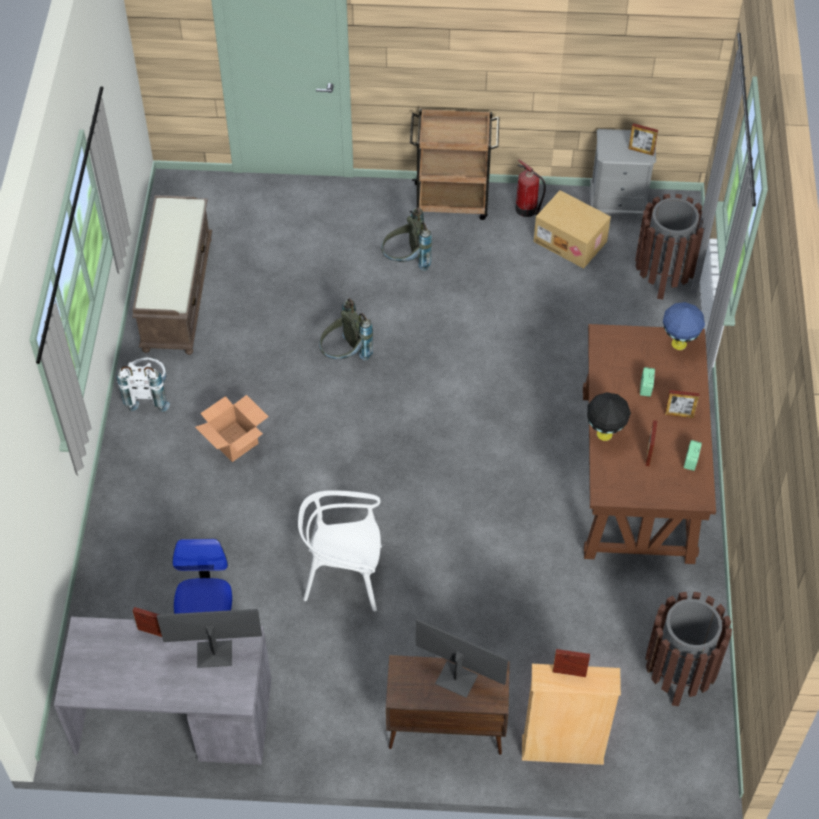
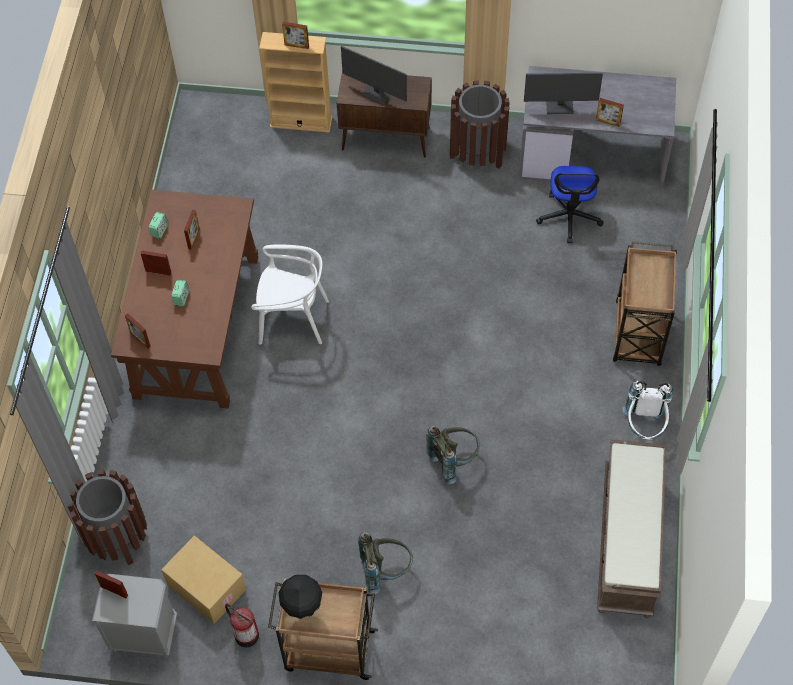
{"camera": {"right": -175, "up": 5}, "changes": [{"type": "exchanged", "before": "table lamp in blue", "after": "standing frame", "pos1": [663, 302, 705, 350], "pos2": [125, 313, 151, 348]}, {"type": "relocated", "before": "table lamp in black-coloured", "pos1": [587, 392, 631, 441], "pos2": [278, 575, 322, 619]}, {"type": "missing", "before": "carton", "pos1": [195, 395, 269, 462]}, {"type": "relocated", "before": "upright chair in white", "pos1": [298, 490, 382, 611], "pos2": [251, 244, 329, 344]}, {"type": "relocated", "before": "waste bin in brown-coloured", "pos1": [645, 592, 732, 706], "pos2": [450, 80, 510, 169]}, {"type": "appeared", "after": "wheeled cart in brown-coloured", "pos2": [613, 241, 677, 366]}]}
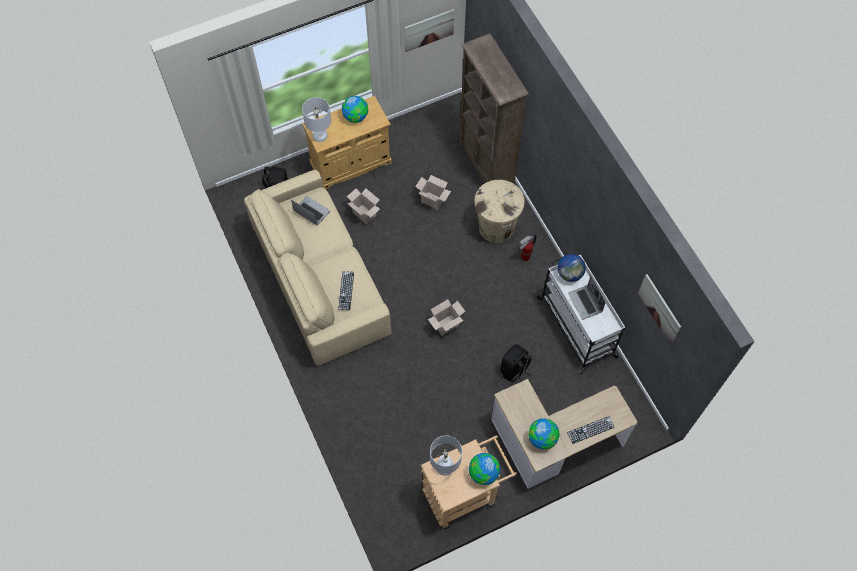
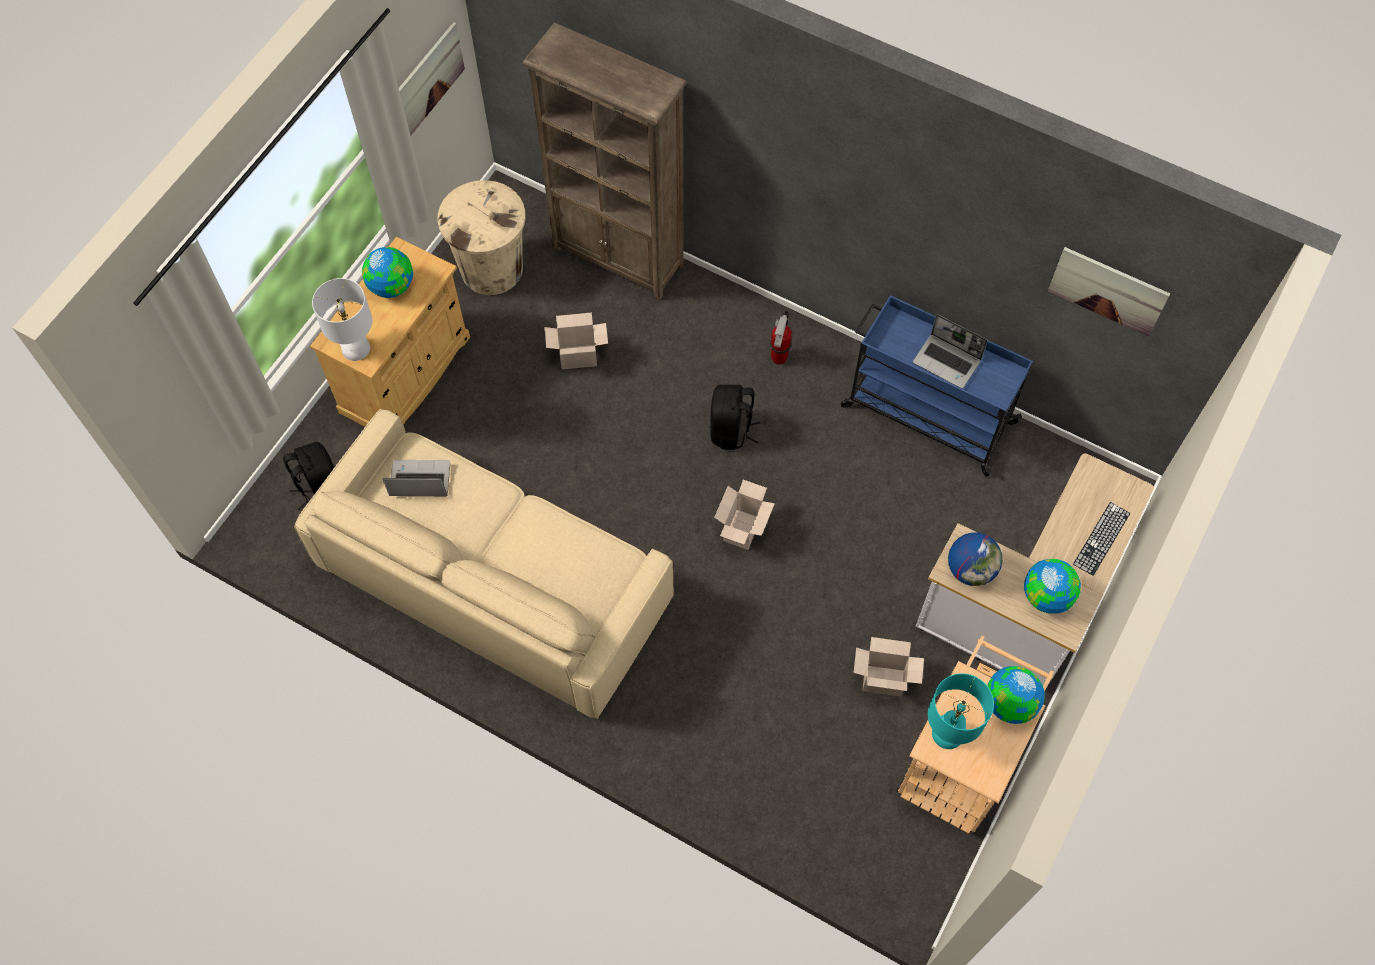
{"camera": {"right": -35, "up": 0}, "changes": [{"type": "relocated", "before": "waste bin in sand-coloured", "pos1": [475, 180, 525, 243], "pos2": [437, 180, 526, 295]}, {"type": "relocated", "before": "carton", "pos1": [347, 188, 380, 224], "pos2": [854, 637, 924, 697]}, {"type": "relocated", "before": "world globe", "pos1": [558, 254, 586, 282], "pos2": [948, 532, 1003, 586]}, {"type": "colour", "before": "wheeled cart in white", "after": "wheeled cart in blue", "pos1": [537, 255, 625, 374], "pos2": [841, 295, 1033, 477]}, {"type": "missing", "before": "PC keyboard", "pos1": [338, 271, 354, 310]}, {"type": "relocated", "before": "knapsack in black-coloured", "pos1": [500, 344, 532, 382], "pos2": [710, 385, 760, 450]}, {"type": "colour", "before": "table lamp in white", "after": "table lamp in blue-green", "pos1": [430, 435, 462, 476], "pos2": [928, 673, 994, 749]}]}
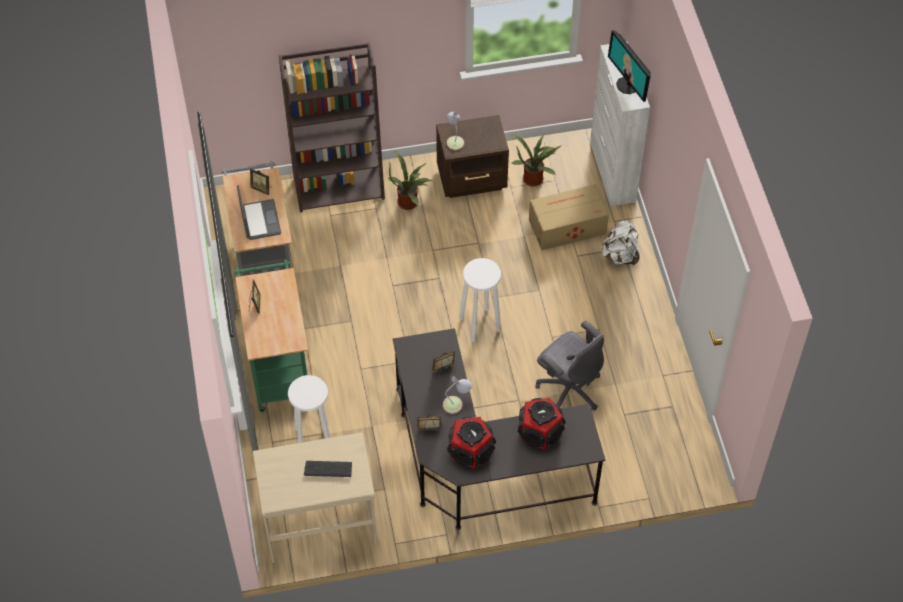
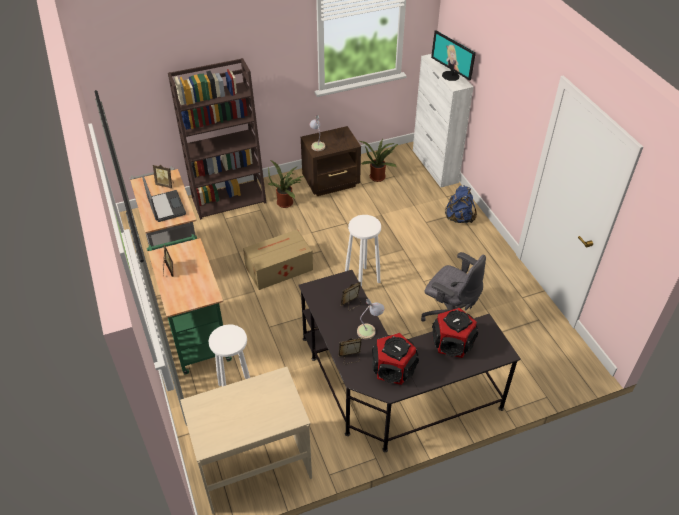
{"camera": {"right": -10, "up": -10}, "changes": [{"type": "relocated", "before": "carton", "pos1": [529, 184, 609, 250], "pos2": [243, 229, 313, 290]}, {"type": "colour", "before": "knapsack in white", "after": "knapsack in blue", "pos1": [601, 220, 639, 265], "pos2": [445, 185, 477, 223]}, {"type": "missing", "before": "PC keyboard", "pos1": [304, 461, 352, 477]}]}
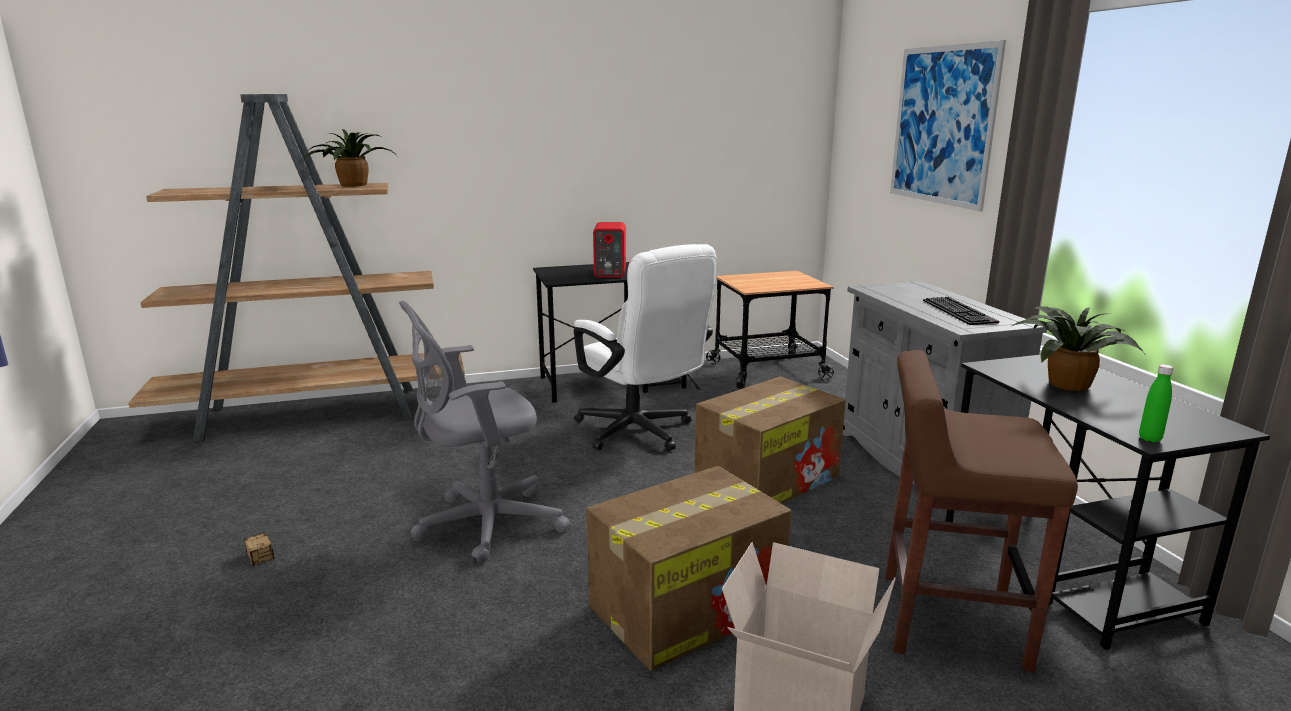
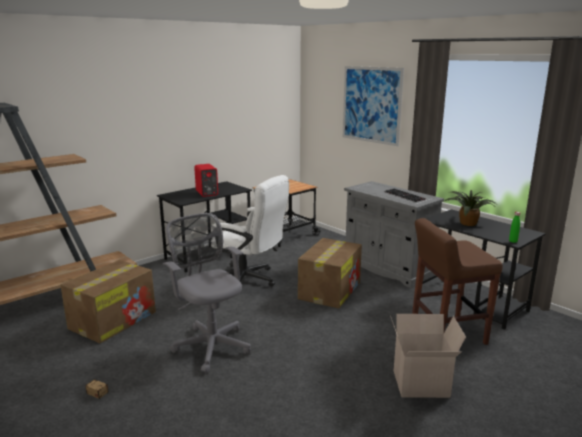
{"camera": {"right": -25, "up": 0}, "changes": [{"type": "missing", "before": "potted plant", "pos1": [303, 129, 398, 187]}, {"type": "spun", "before": "office chair in grey", "pos1": [399, 301, 570, 563], "pos2": [163, 213, 251, 374], "turn": 105}, {"type": "relocated", "before": "carton", "pos1": [586, 466, 792, 671], "pos2": [60, 260, 156, 343]}]}
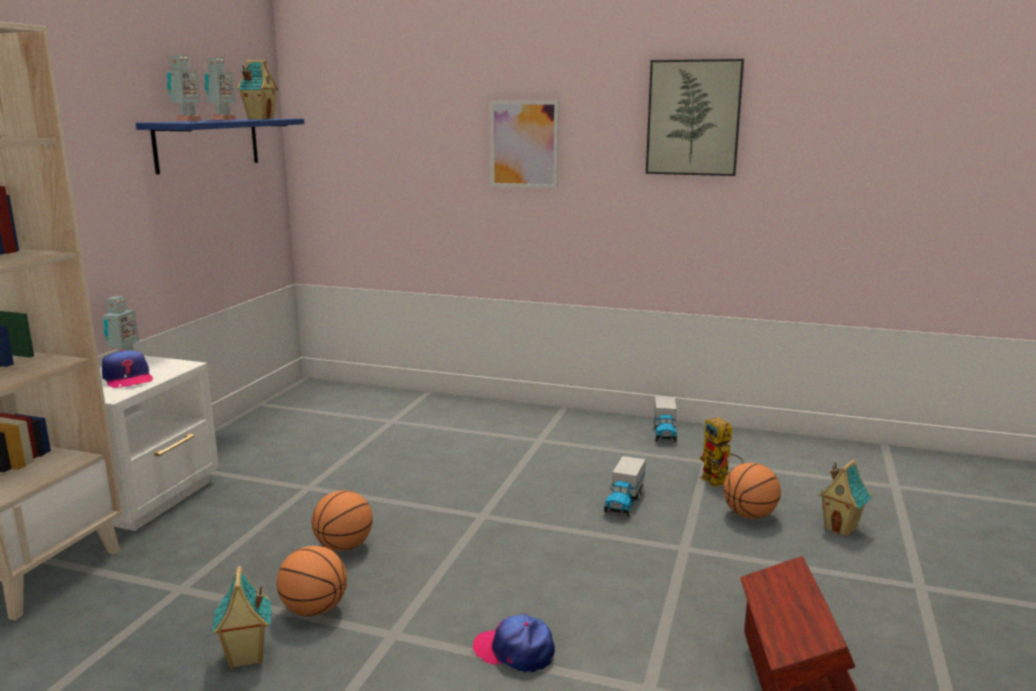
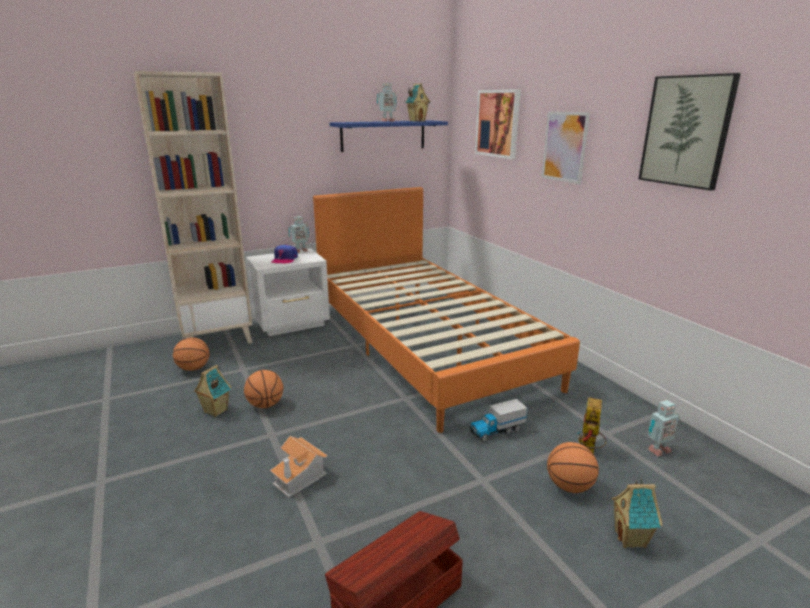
{"camera": {"right": 45, "up": 5}, "changes": [{"type": "relocated", "before": "robot figure", "pos1": [166, 55, 202, 121], "pos2": [647, 400, 680, 456]}, {"type": "missing", "before": "model truck", "pos1": [654, 396, 677, 442]}, {"type": "relocated", "before": "basketball", "pos1": [312, 490, 373, 551], "pos2": [173, 337, 210, 371]}, {"type": "exchanged", "before": "baseball cap", "after": "toy house", "pos1": [473, 614, 555, 673], "pos2": [270, 436, 328, 498]}, {"type": "appeared", "after": "picture", "pos2": [475, 89, 521, 159]}, {"type": "appeared", "after": "bedroom bed in orange-coloured", "pos2": [313, 187, 580, 433]}]}
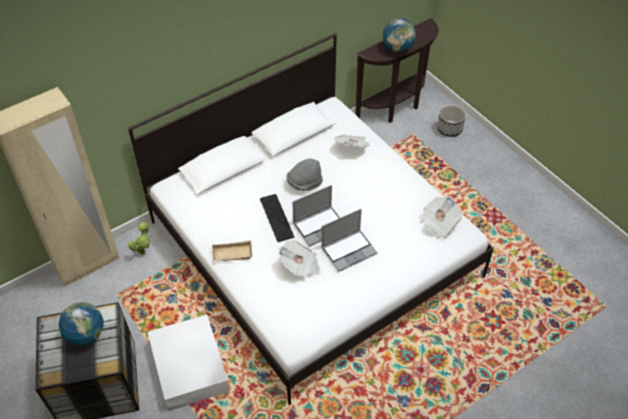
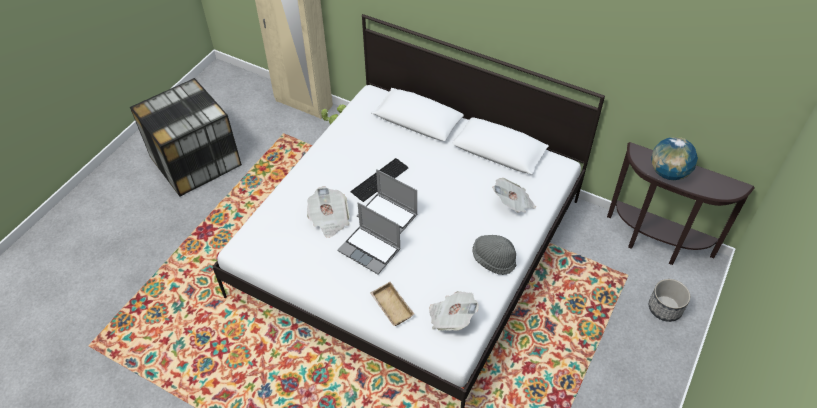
{"camera": {"right": 65, "up": 0}, "changes": [{"type": "relocated", "before": "clothing hat in grey", "pos1": [287, 158, 323, 191], "pos2": [472, 235, 517, 275]}, {"type": "relocated", "before": "tray in sand-coloured", "pos1": [212, 240, 252, 262], "pos2": [370, 282, 414, 326]}, {"type": "missing", "before": "world globe", "pos1": [59, 302, 104, 346]}, {"type": "missing", "before": "storage container in white", "pos1": [148, 315, 230, 411]}]}
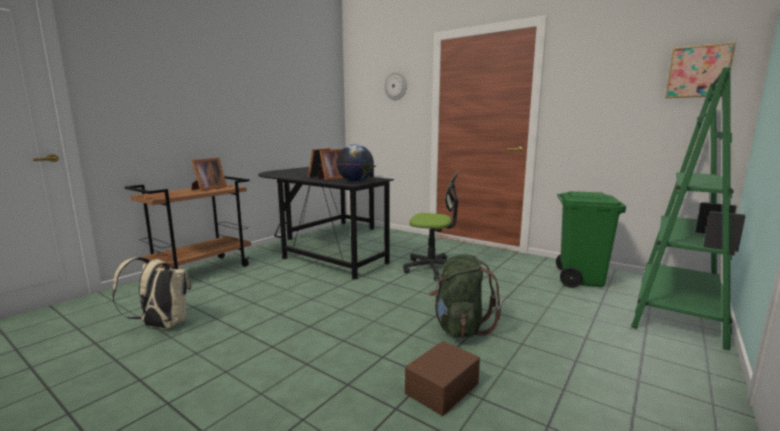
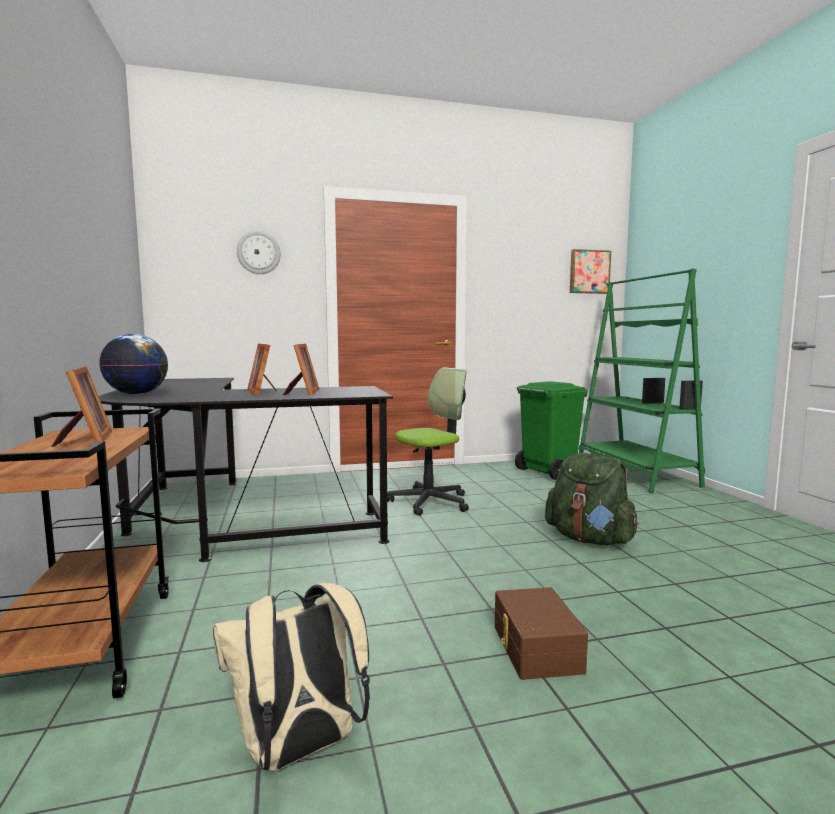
{"camera": {"right": -50, "up": -5}, "changes": [{"type": "relocated", "before": "world globe", "pos1": [336, 144, 374, 182], "pos2": [99, 334, 168, 394]}, {"type": "relocated", "before": "storage container in brown-coloured", "pos1": [405, 341, 480, 416], "pos2": [495, 587, 588, 680]}]}
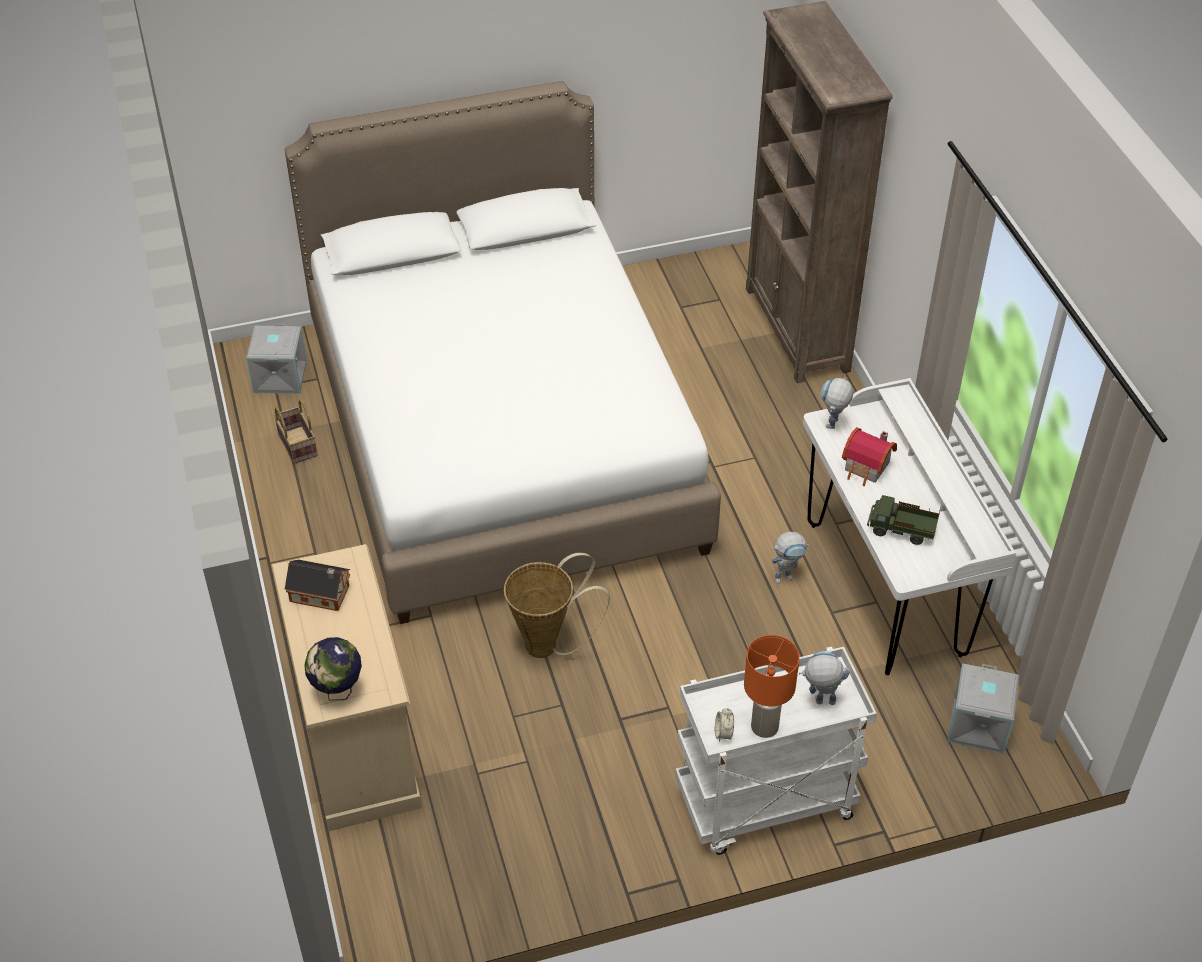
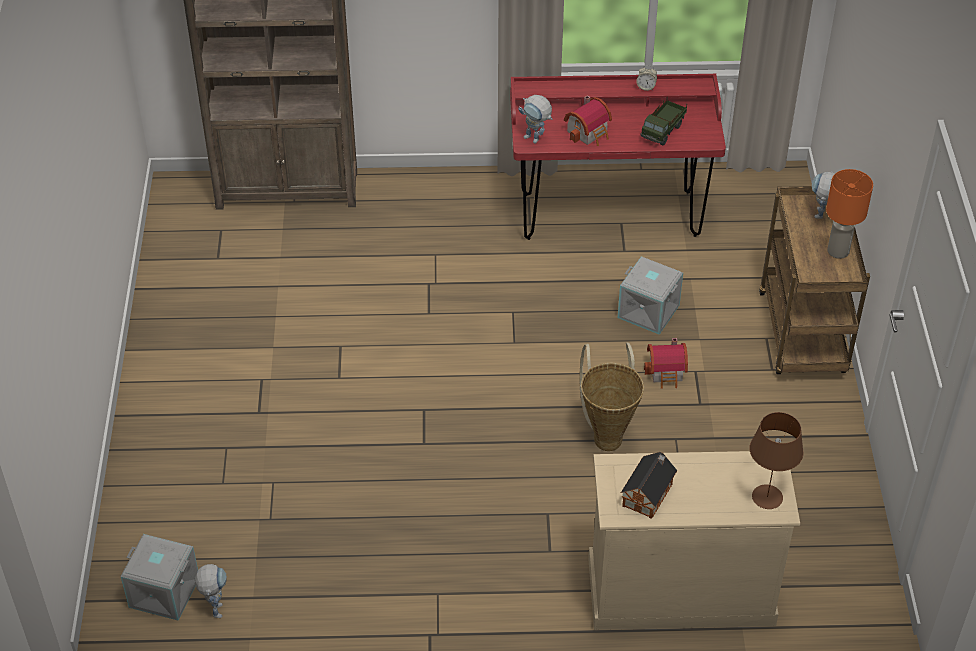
{"camera": {"right": -75, "up": 0}, "changes": [{"type": "missing", "before": "bedroom bed in white", "pos1": [285, 81, 721, 624]}, {"type": "colour", "before": "desk table in white", "after": "desk table in reddish", "pos1": [803, 378, 1016, 675], "pos2": [510, 73, 726, 240]}, {"type": "missing", "before": "storage basket", "pos1": [274, 400, 318, 464]}, {"type": "relocated", "before": "robot figure", "pos1": [772, 532, 809, 584], "pos2": [195, 564, 227, 618]}, {"type": "exchanged", "before": "world globe", "after": "table lamp in brown-coloured", "pos1": [304, 637, 362, 700], "pos2": [750, 412, 803, 509]}, {"type": "colour", "before": "wheeled cart in white", "after": "wheeled cart in brown-coloured", "pos1": [675, 647, 877, 855], "pos2": [759, 186, 870, 374]}, {"type": "relocated", "before": "storage container in grey", "pos1": [947, 663, 1019, 753], "pos2": [618, 256, 683, 335]}, {"type": "relocated", "before": "bedside clock", "pos1": [715, 708, 734, 742], "pos2": [636, 65, 657, 91]}, {"type": "appeared", "after": "toy house", "pos2": [644, 338, 688, 389]}]}
